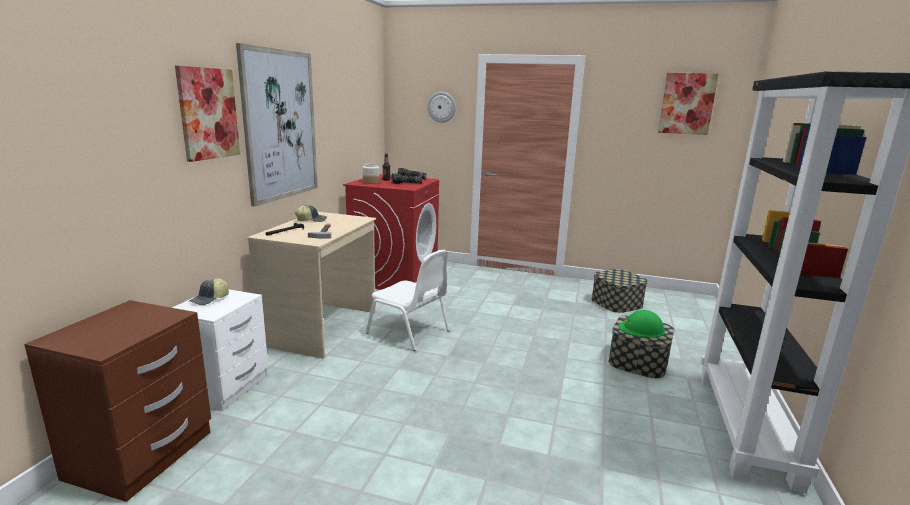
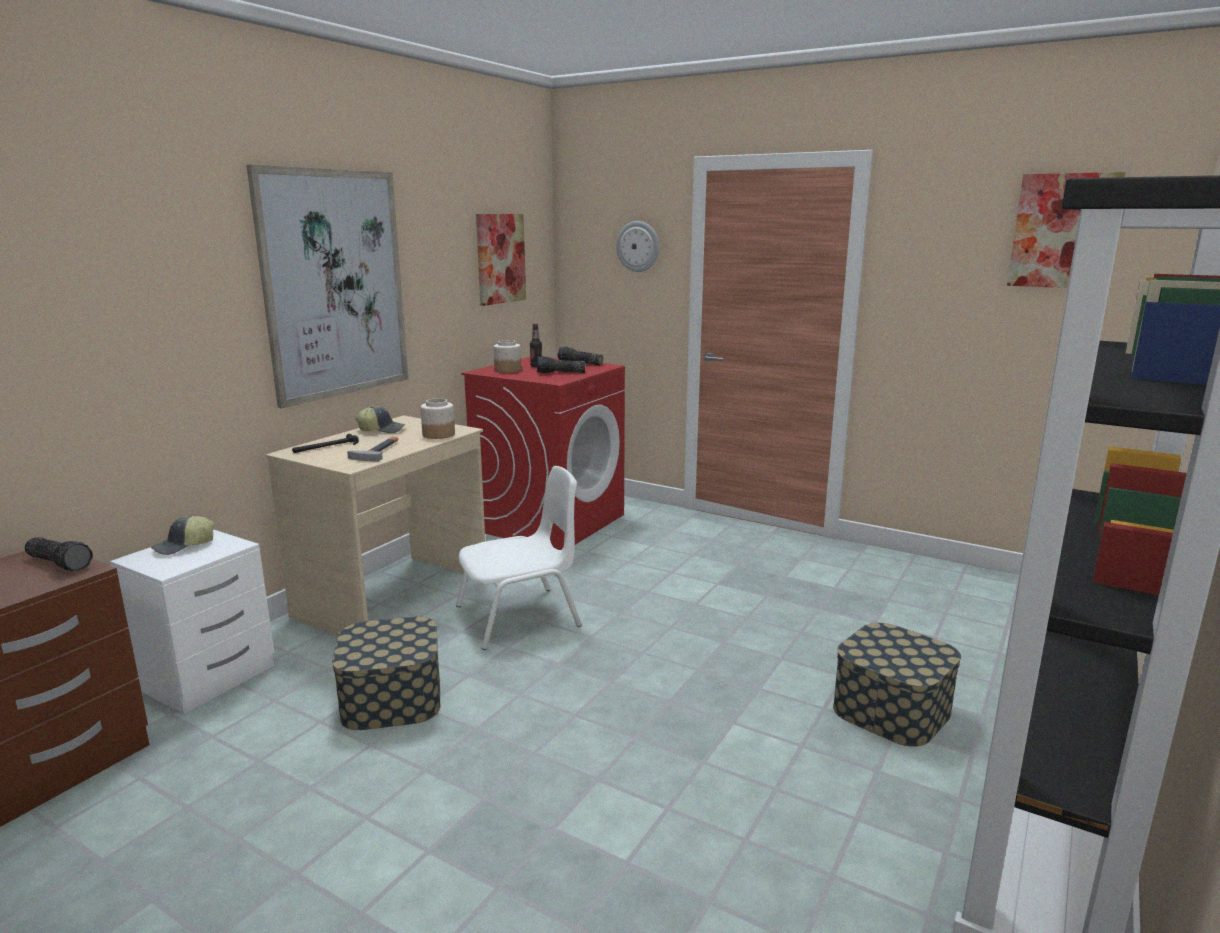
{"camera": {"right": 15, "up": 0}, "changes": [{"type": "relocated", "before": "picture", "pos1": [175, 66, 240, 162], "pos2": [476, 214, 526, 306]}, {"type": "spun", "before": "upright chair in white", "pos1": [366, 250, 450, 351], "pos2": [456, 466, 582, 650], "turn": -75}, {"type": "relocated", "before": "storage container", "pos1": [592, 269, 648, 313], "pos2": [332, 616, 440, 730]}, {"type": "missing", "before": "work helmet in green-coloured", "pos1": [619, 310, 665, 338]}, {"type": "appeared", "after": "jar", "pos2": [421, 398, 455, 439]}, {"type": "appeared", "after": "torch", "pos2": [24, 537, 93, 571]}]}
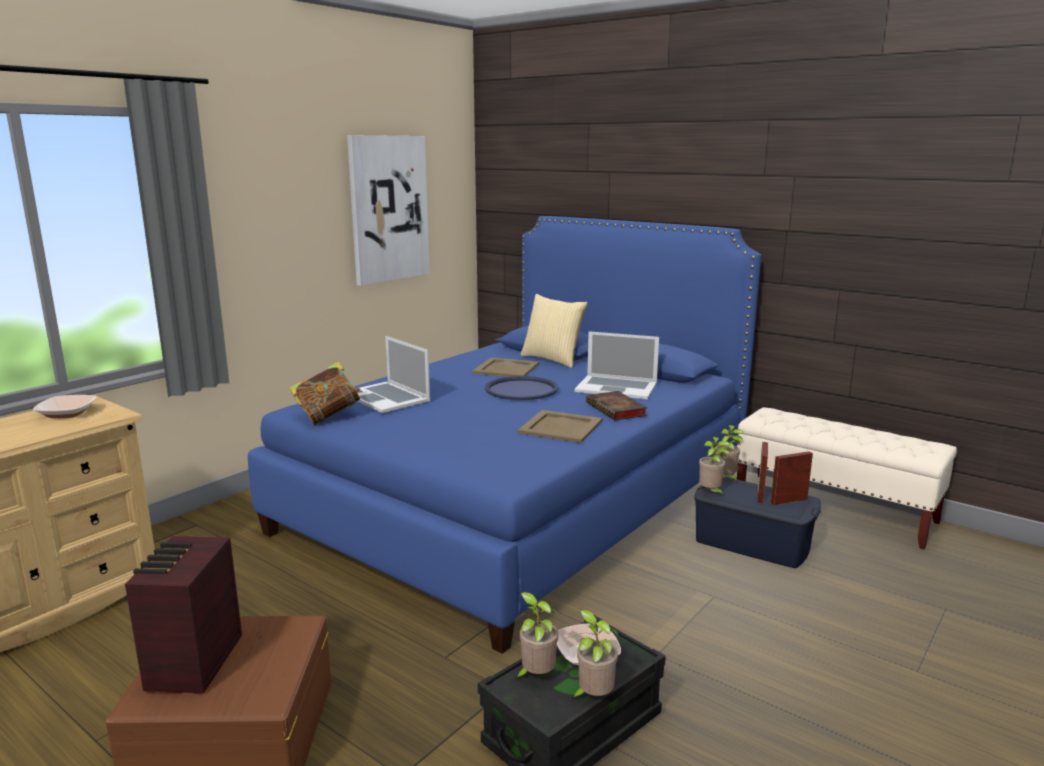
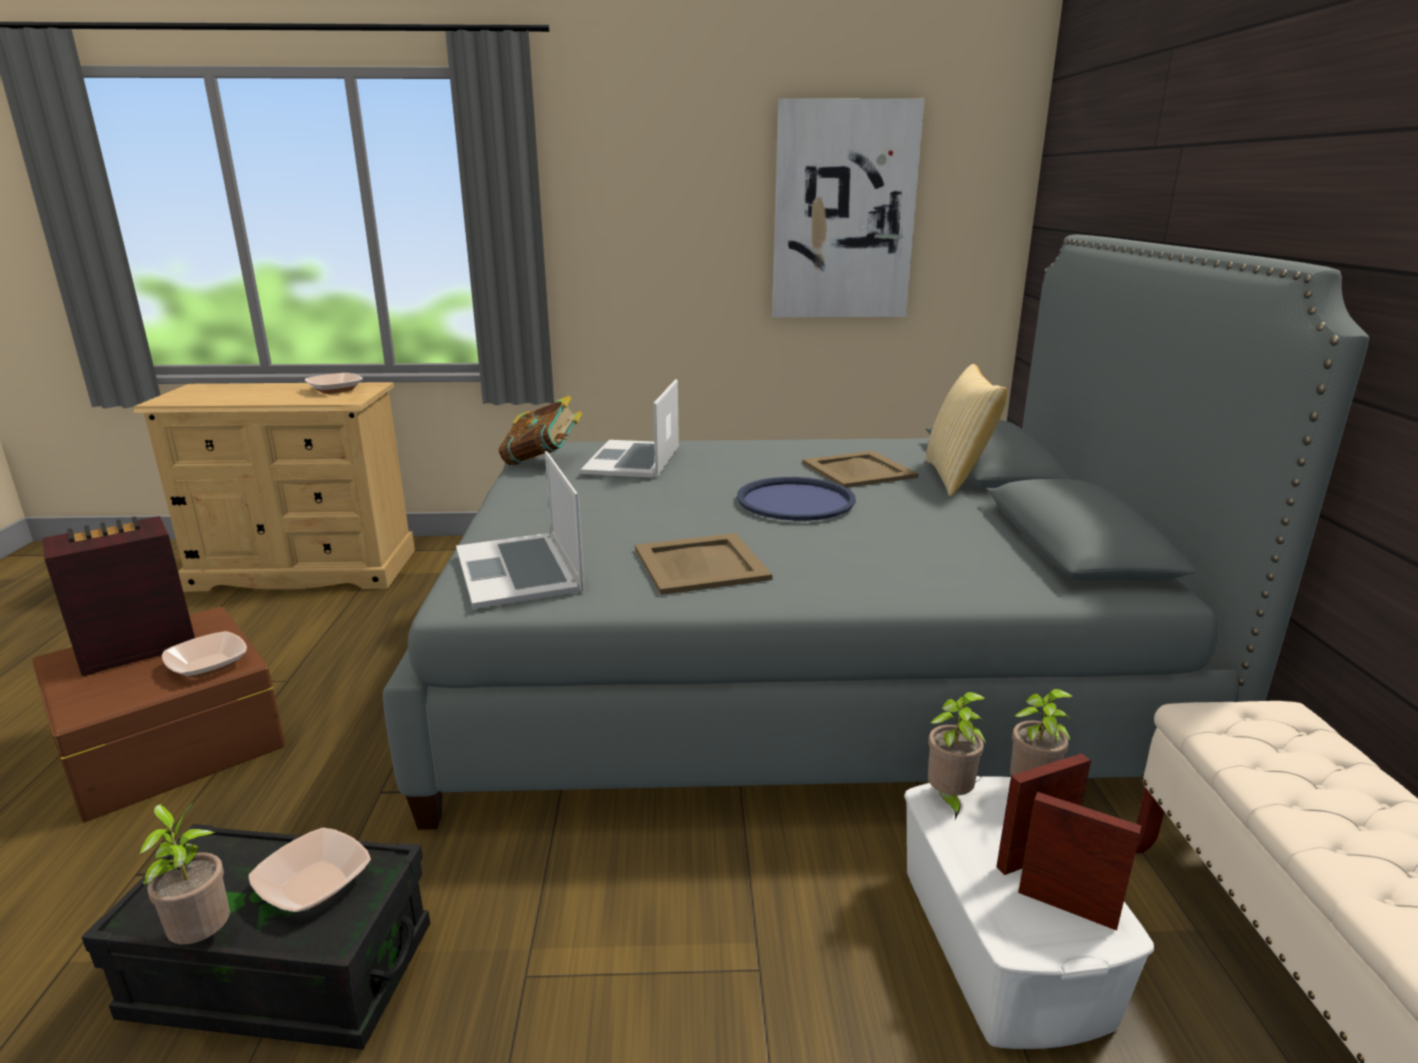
{"camera": {"right": 50, "up": 5}, "changes": [{"type": "colour", "before": "bedroom bed in blue", "after": "bedroom bed in grey", "pos1": [248, 216, 762, 654], "pos2": [383, 234, 1369, 830]}, {"type": "relocated", "before": "portable computer", "pos1": [575, 331, 659, 399], "pos2": [456, 451, 585, 609]}, {"type": "missing", "before": "book", "pos1": [586, 391, 647, 420]}, {"type": "colour", "before": "storage container in blue", "after": "storage container in white", "pos1": [694, 477, 821, 568], "pos2": [904, 776, 1154, 1049]}, {"type": "missing", "before": "potted plant", "pos1": [514, 592, 558, 679]}, {"type": "appeared", "after": "deep dish", "pos2": [162, 631, 247, 678]}]}
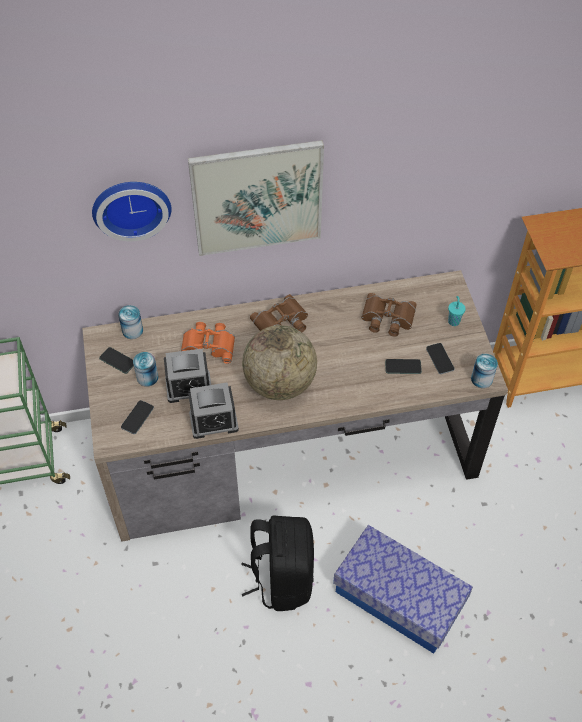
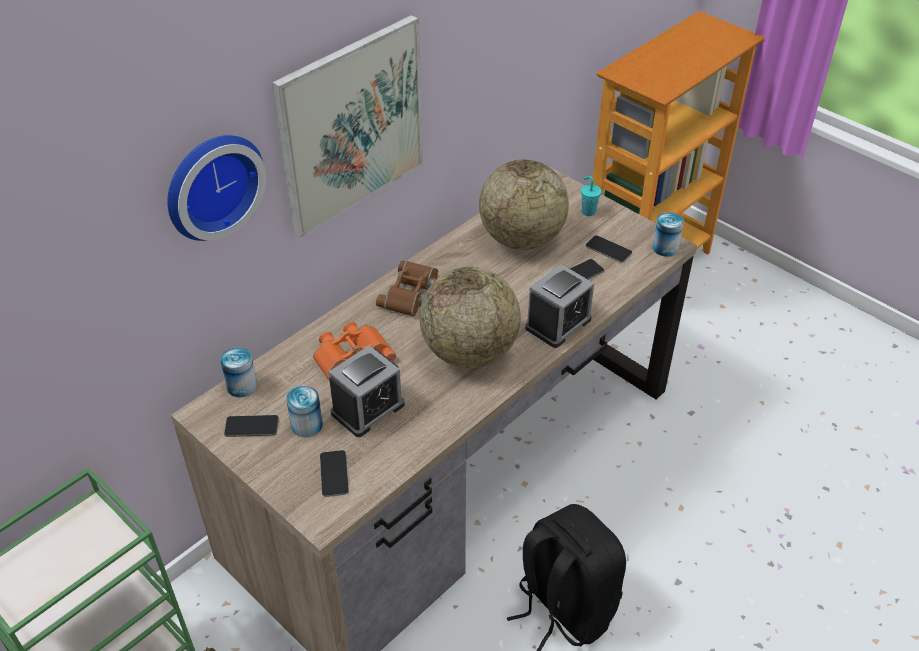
{"camera": {"right": -35, "up": -10}, "changes": [{"type": "exchanged", "before": "pair of binoculars in brown-coloured", "after": "world globe", "pos1": [361, 293, 417, 337], "pos2": [479, 159, 569, 250]}, {"type": "relocated", "before": "bedside clock", "pos1": [188, 382, 239, 439], "pos2": [525, 264, 594, 348]}, {"type": "missing", "before": "storage container", "pos1": [333, 525, 473, 654]}]}
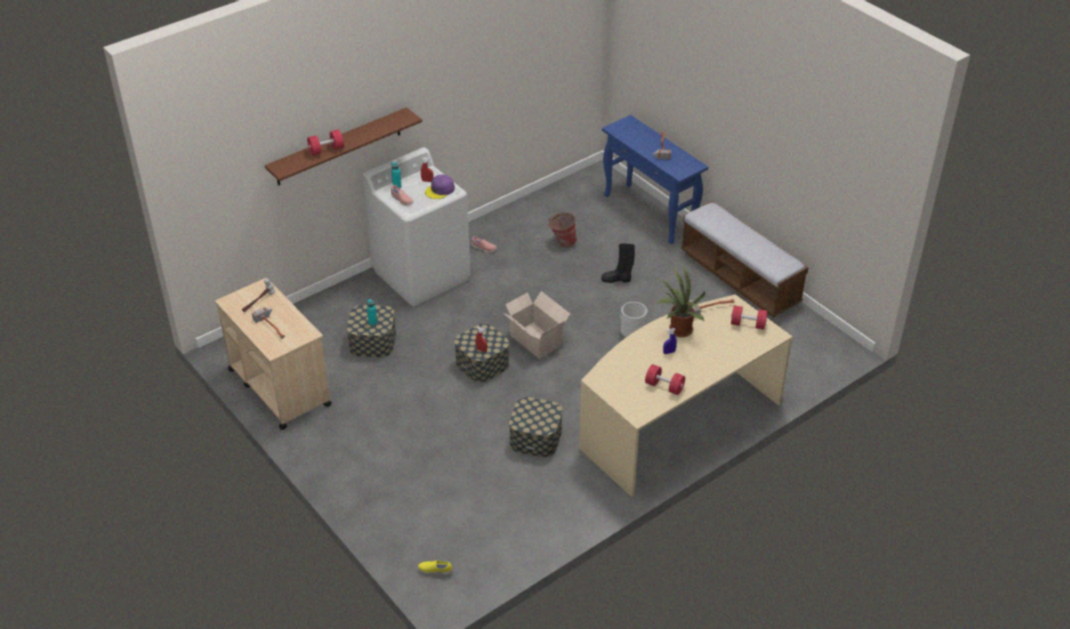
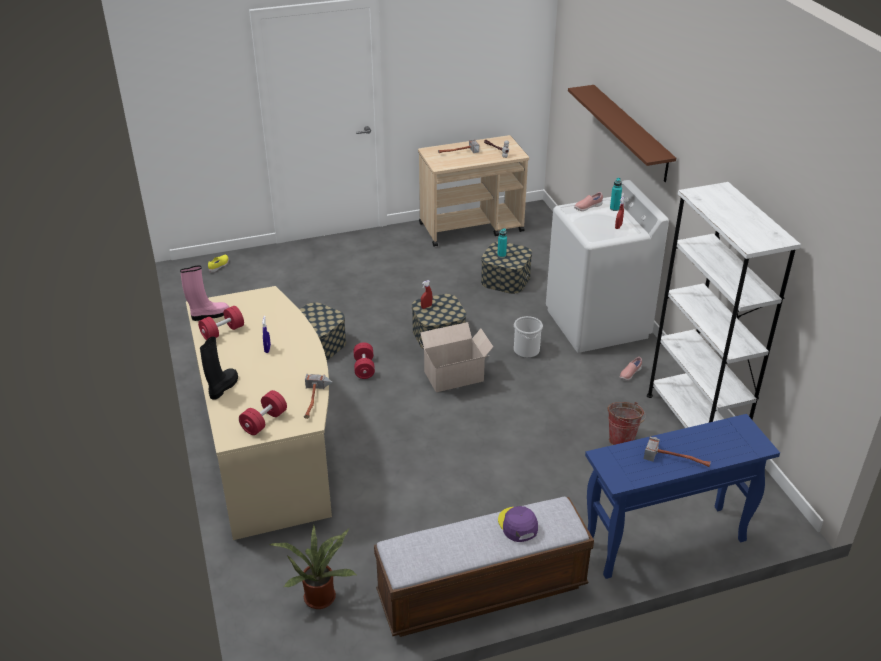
{"camera": {"right": 110, "up": -5}, "changes": [{"type": "relocated", "before": "free weight in reddish", "pos1": [307, 130, 344, 155], "pos2": [354, 342, 375, 379]}, {"type": "relocated", "before": "baseball cap in purple-coloured", "pos1": [425, 175, 455, 199], "pos2": [498, 506, 538, 542]}, {"type": "relocated", "before": "high-top boot in black-coloured", "pos1": [602, 243, 635, 283], "pos2": [200, 337, 238, 400]}, {"type": "relocated", "before": "potted plant", "pos1": [657, 266, 705, 337], "pos2": [268, 525, 356, 609]}, {"type": "relocated", "before": "bucket", "pos1": [620, 302, 648, 337], "pos2": [514, 316, 543, 358]}, {"type": "appeared", "after": "bookcase in white", "pos2": [647, 182, 801, 428]}, {"type": "appeared", "after": "high-top boot in pinkish", "pos2": [180, 265, 229, 321]}]}
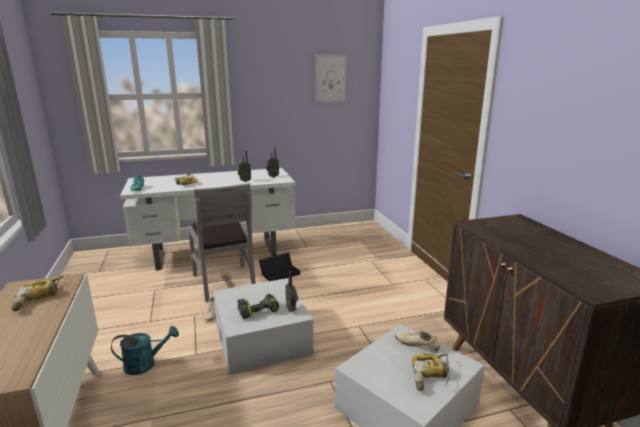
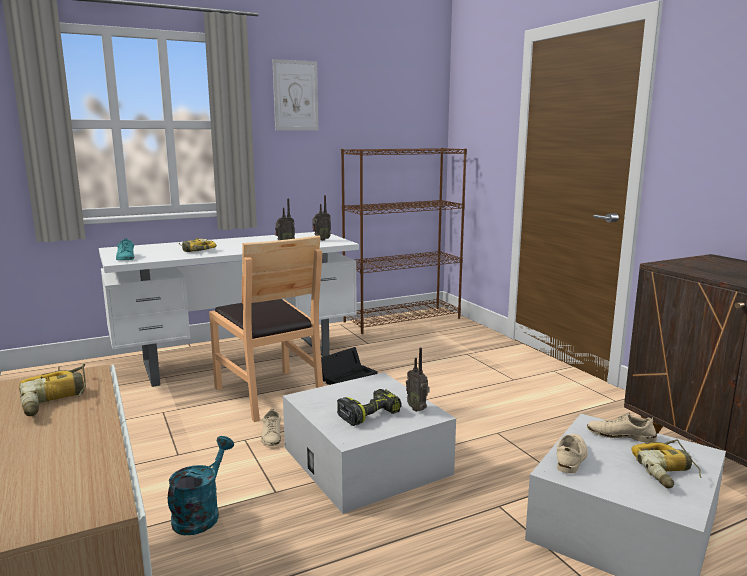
{"camera": {"right": -10, "up": -5}, "changes": [{"type": "relocated", "before": "picture", "pos1": [317, 55, 346, 102], "pos2": [272, 59, 318, 130]}, {"type": "colour", "before": "upright chair in grey", "after": "upright chair in brown-coloured", "pos1": [188, 183, 256, 302], "pos2": [209, 235, 323, 422]}, {"type": "spun", "before": "watering can in blue-green", "pos1": [111, 326, 179, 375], "pos2": [168, 436, 234, 535], "turn": -45}, {"type": "appeared", "after": "bookcase in brown-coloured", "pos2": [341, 148, 467, 334]}, {"type": "appeared", "after": "shoe in sand-coloured", "pos2": [557, 434, 588, 473]}]}
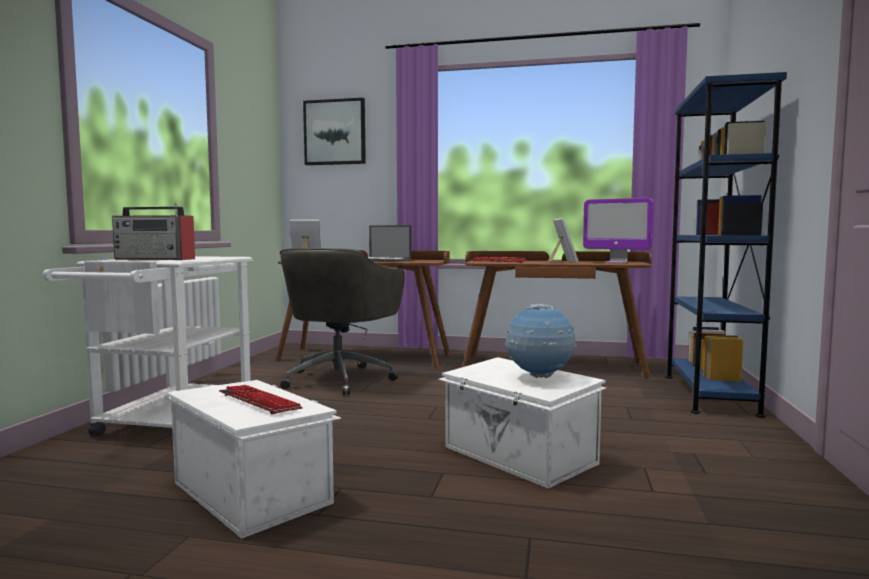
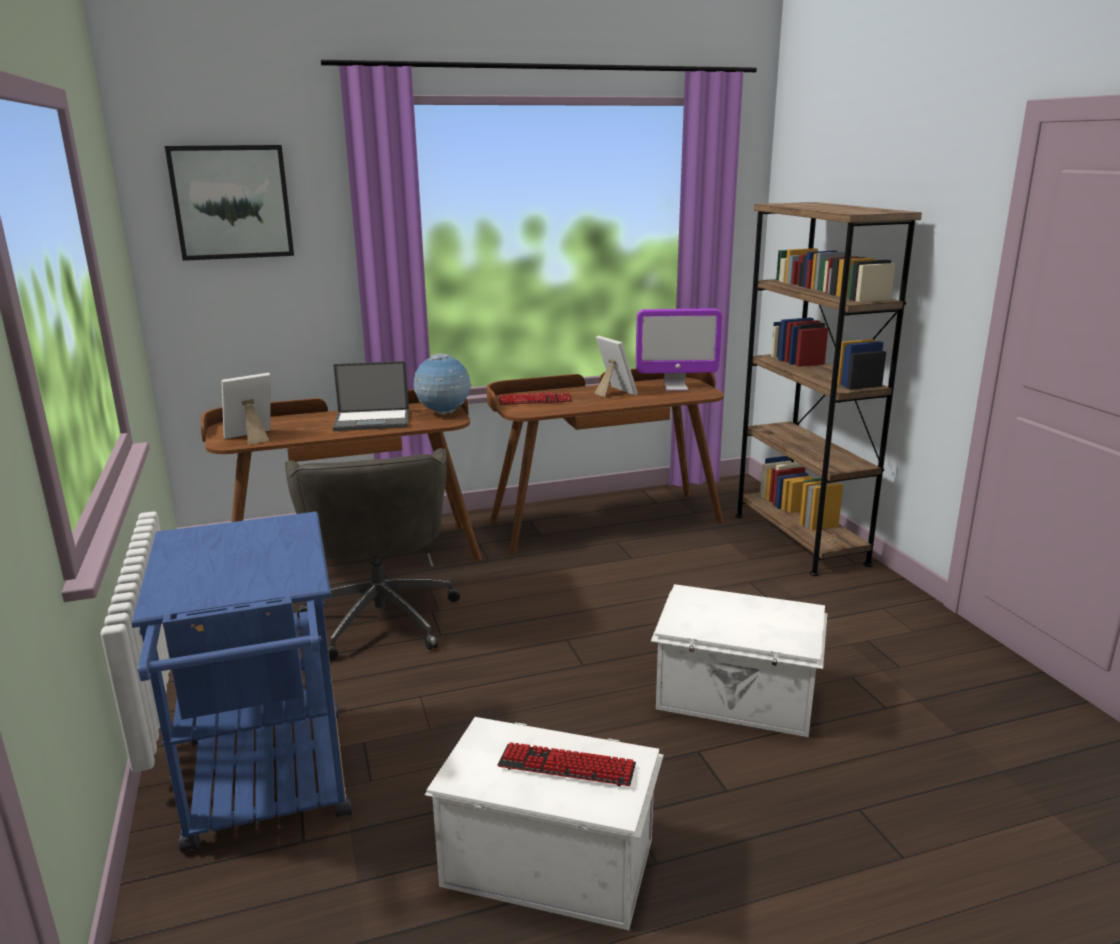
{"camera": {"right": -30, "up": 15}, "changes": [{"type": "colour", "before": "bookcase in blue", "after": "bookcase in brown-coloured", "pos1": [666, 72, 787, 418], "pos2": [736, 202, 922, 576]}, {"type": "missing", "before": "radio", "pos1": [112, 203, 195, 260]}, {"type": "colour", "before": "wheeled cart in white", "after": "wheeled cart in blue", "pos1": [43, 256, 253, 436], "pos2": [131, 512, 352, 853]}, {"type": "relocated", "before": "world globe", "pos1": [505, 304, 577, 378], "pos2": [414, 353, 472, 415]}]}
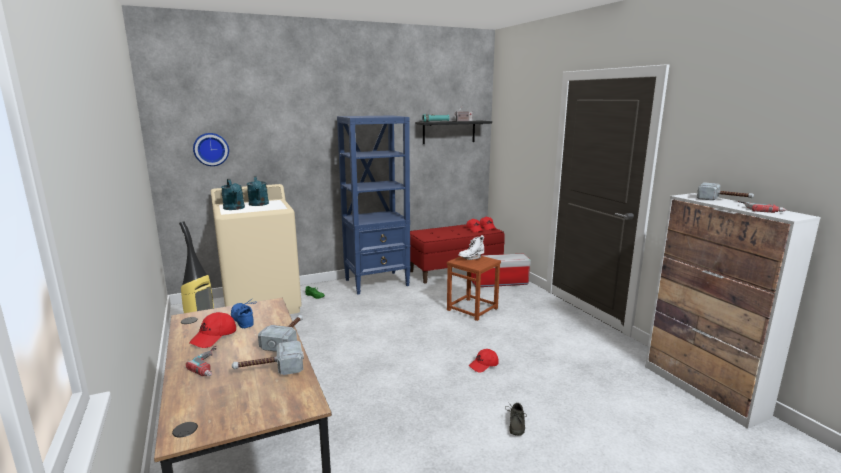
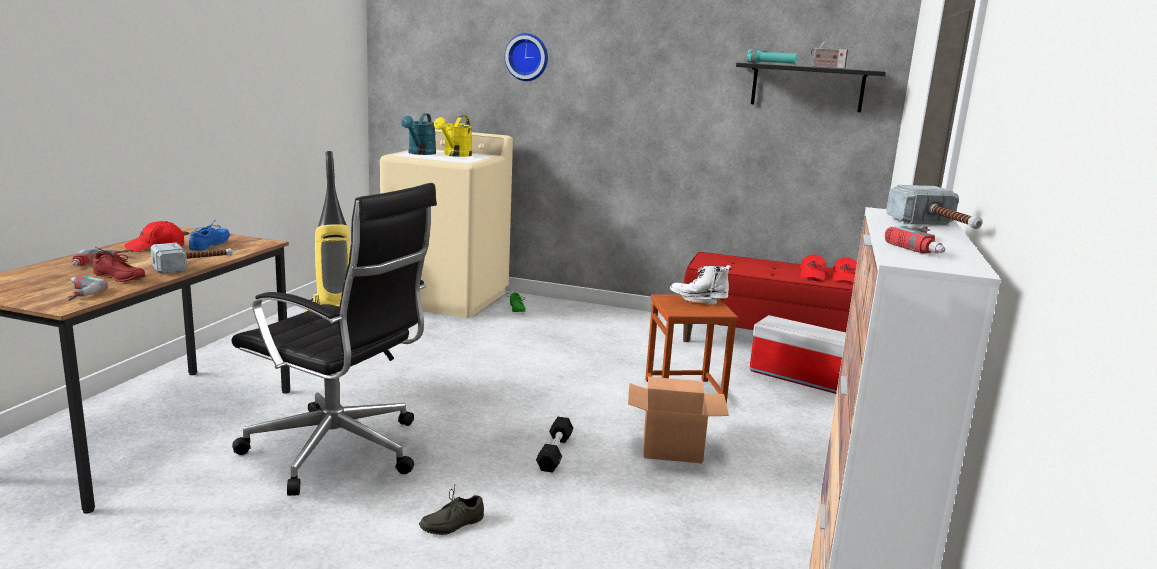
{"camera": {"right": 40, "up": 0}, "changes": [{"type": "missing", "before": "bookcase in blue", "pos1": [337, 115, 411, 294]}, {"type": "relocated", "before": "clock on the wall", "pos1": [193, 133, 229, 166], "pos2": [505, 33, 548, 81]}, {"type": "colour", "before": "watering can in blue-green", "after": "watering can in yellow-coloured", "pos1": [247, 176, 269, 206], "pos2": [434, 115, 472, 157]}, {"type": "exchanged", "before": "hand hammer", "after": "shoe in reddish", "pos1": [232, 341, 304, 375], "pos2": [93, 246, 145, 282]}, {"type": "exchanged", "before": "baseball cap in reddish", "after": "free weight in black-coloured", "pos1": [469, 349, 499, 373], "pos2": [536, 417, 574, 473]}, {"type": "appeared", "after": "office chair in black-coloured", "pos2": [231, 183, 437, 496]}, {"type": "appeared", "after": "power drill", "pos2": [68, 276, 108, 301]}, {"type": "appeared", "after": "carton", "pos2": [628, 377, 729, 463]}]}
